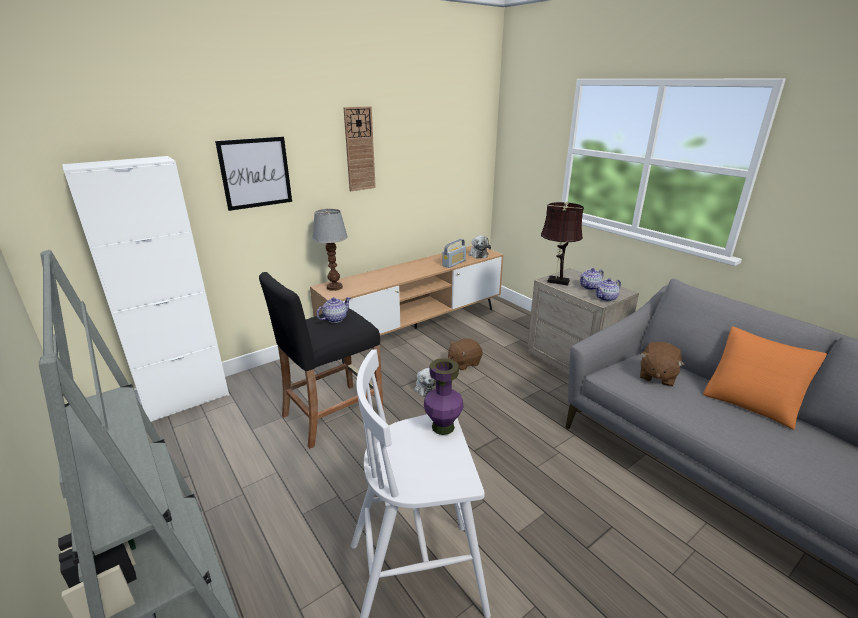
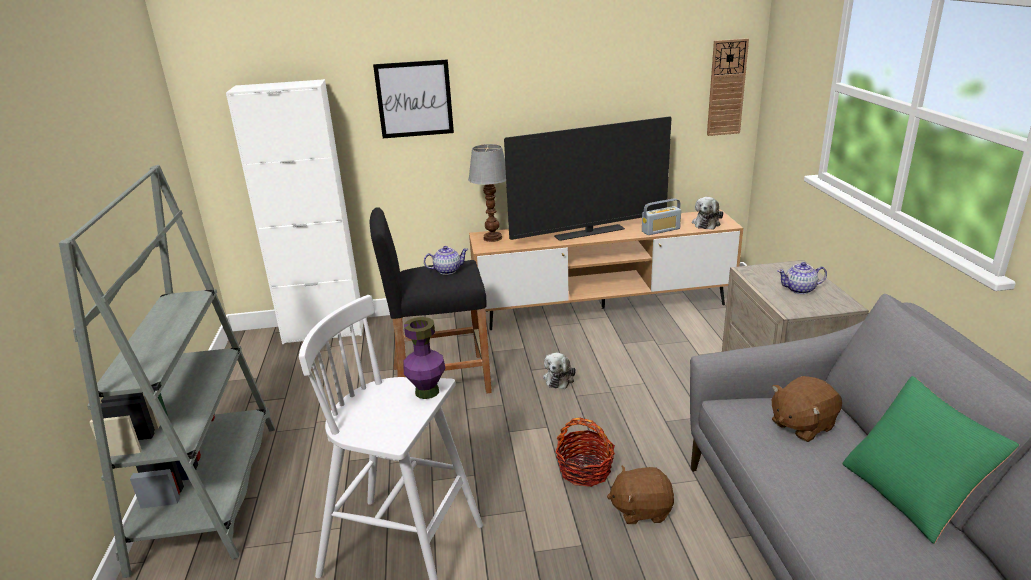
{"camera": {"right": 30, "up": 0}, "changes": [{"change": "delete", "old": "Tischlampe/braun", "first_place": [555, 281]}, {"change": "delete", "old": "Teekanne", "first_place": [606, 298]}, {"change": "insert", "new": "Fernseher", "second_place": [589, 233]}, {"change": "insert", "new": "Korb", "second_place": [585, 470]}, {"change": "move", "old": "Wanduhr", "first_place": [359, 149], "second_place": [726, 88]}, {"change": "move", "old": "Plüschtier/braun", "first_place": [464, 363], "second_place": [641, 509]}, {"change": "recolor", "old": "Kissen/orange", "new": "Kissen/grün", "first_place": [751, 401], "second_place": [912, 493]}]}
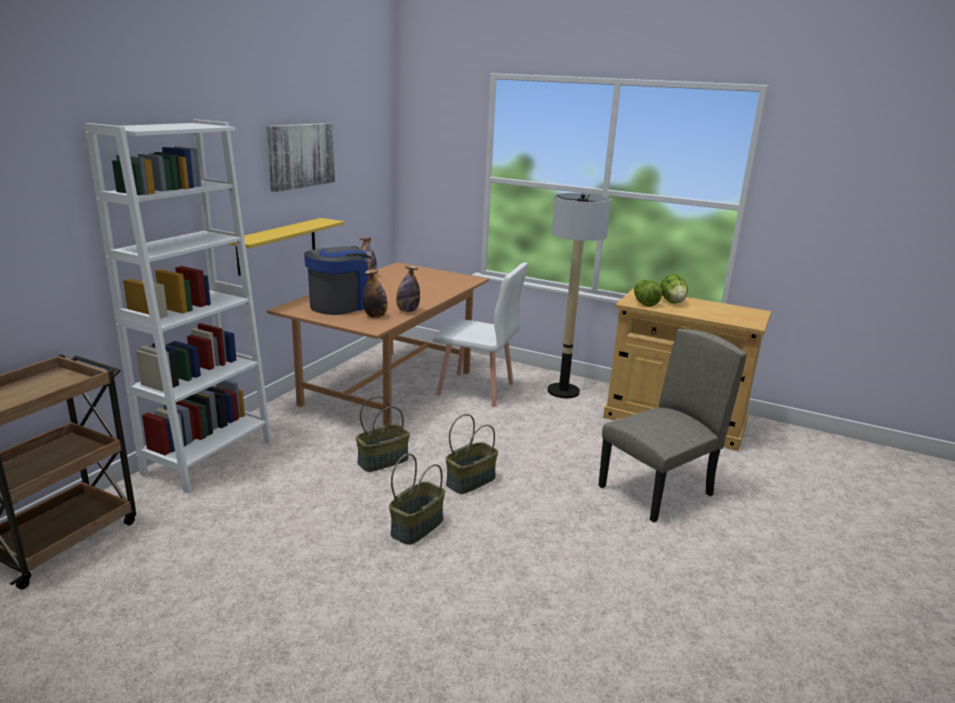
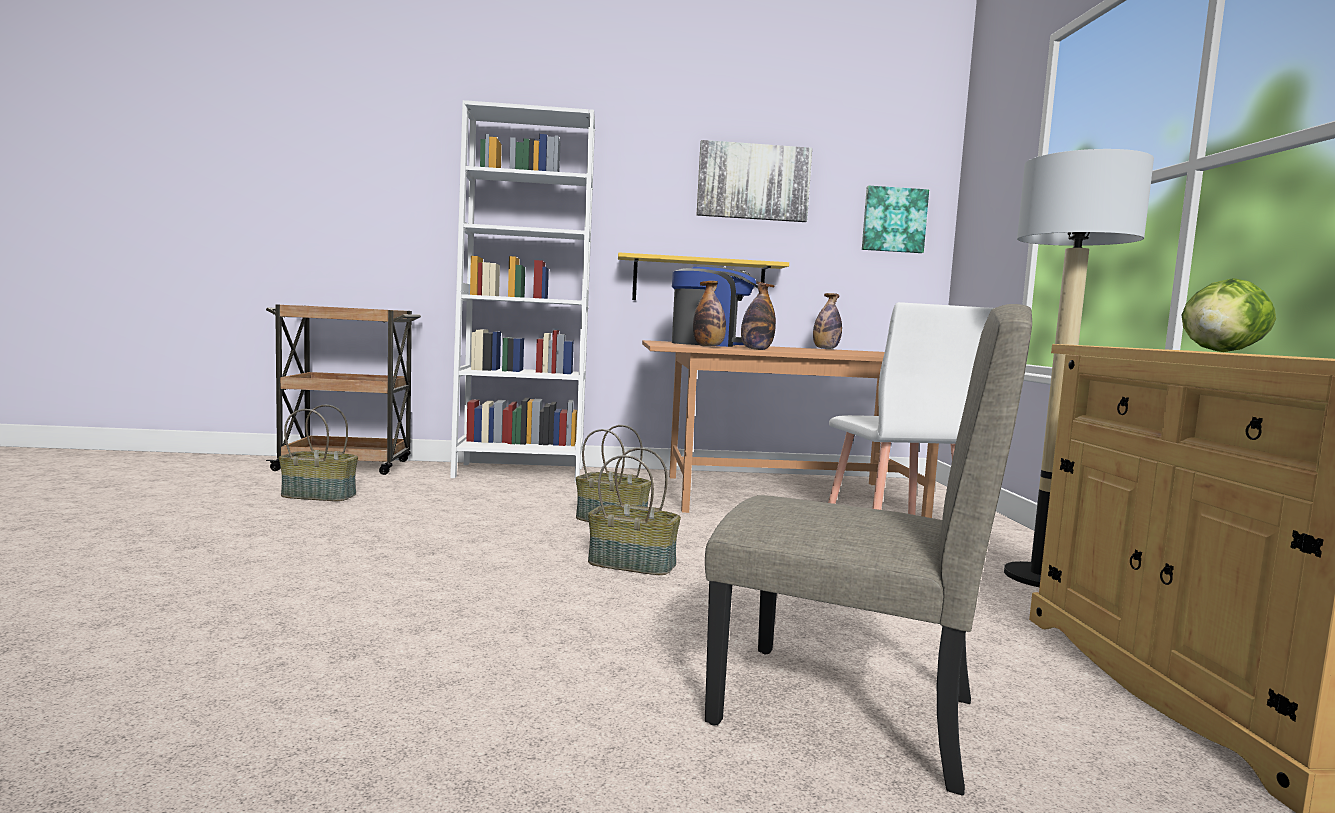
{"camera": {"right": 60, "up": -15}, "changes": [{"change": "delete", "old": "Salatkopf", "first_place": [644, 303]}, {"change": "insert", "new": "Bild", "second_place": [893, 220]}, {"change": "move", "old": "Korb", "first_place": [416, 526], "second_place": [320, 495]}]}
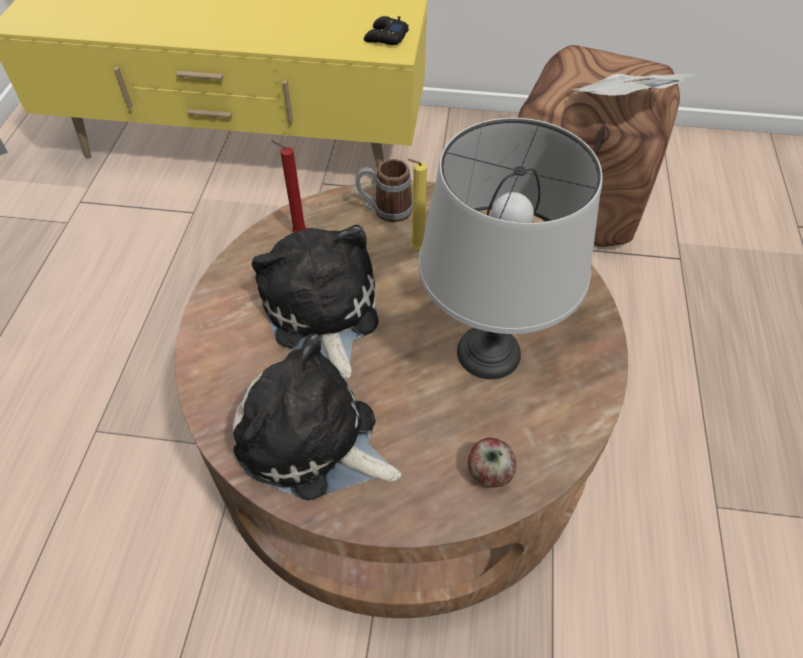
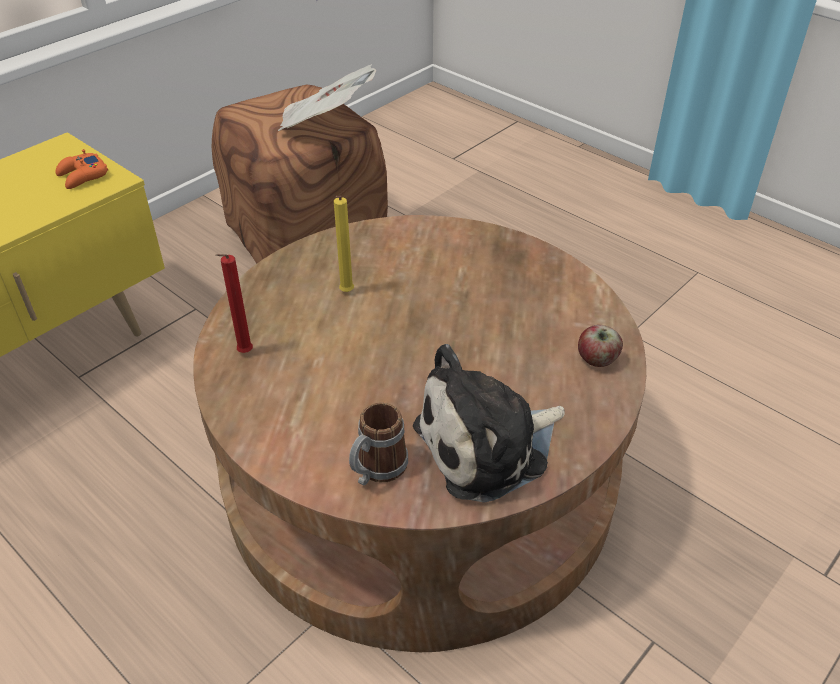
{"camera": {"right": -55, "up": -10}, "changes": [{"change": "delete", "old": "Plüschtier", "first_place": [321, 314]}, {"change": "delete", "old": "Tischlampe/grau", "first_place": [489, 351]}, {"change": "move", "old": "Henkelbecher", "first_place": [385, 210], "second_place": [376, 470]}, {"change": "recolor", "old": "Gamepad/schwarz", "new": "Gamepad/orange", "first_place": [385, 37], "second_place": [82, 176]}]}
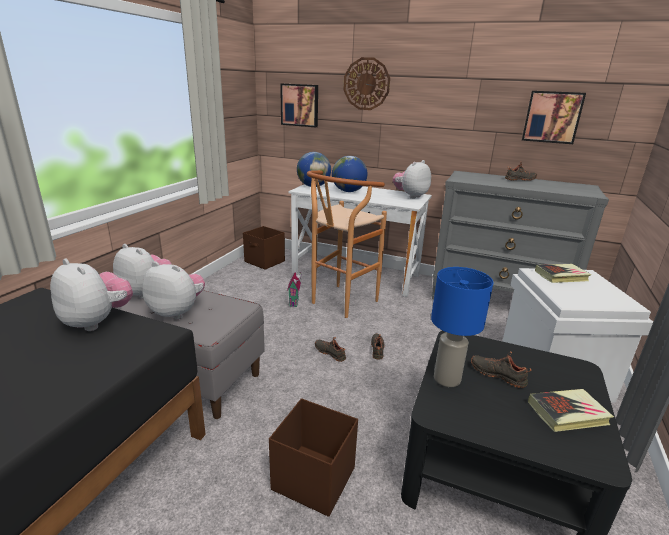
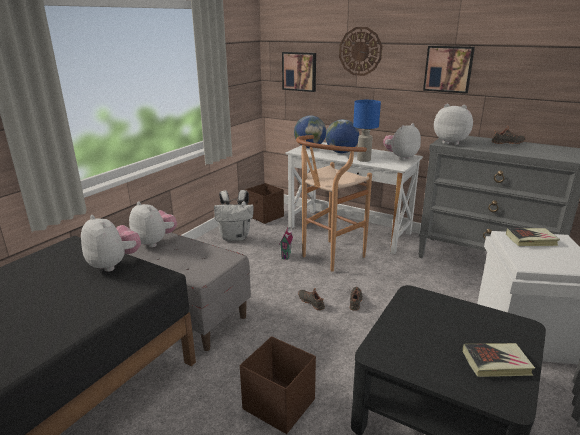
{"camera": {"right": 10, "up": 0}, "changes": [{"change": "delete", "old": "Schuh/schwarz", "first_place": [498, 374]}, {"change": "insert", "new": "Rucksack/weiß", "second_place": [235, 237]}, {"change": "move", "old": "Plüschtier", "first_place": [177, 312], "second_place": [451, 142]}, {"change": "move", "old": "Tischlampe/blau", "first_place": [447, 378], "second_place": [364, 160]}, {"change": "move", "old": "Bild", "first_place": [552, 117], "second_place": [448, 69]}]}
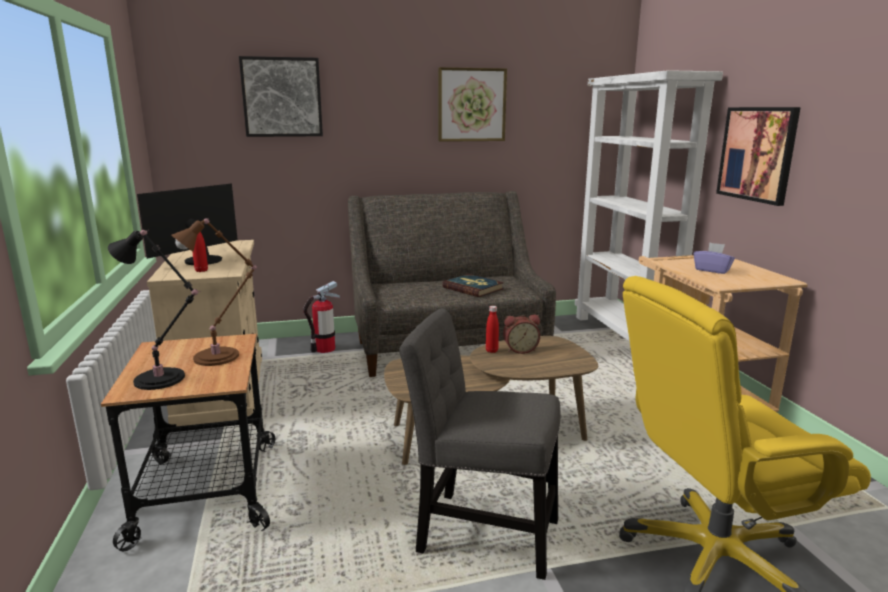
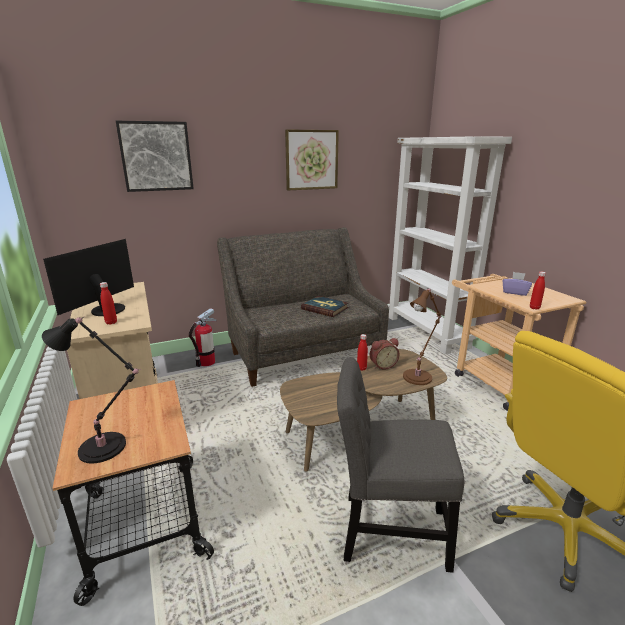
{"camera": {"right": -10, "up": 5}, "changes": [{"change": "delete", "old": "Bild", "first_place": [757, 154]}, {"change": "insert", "new": "Flasche/rot", "second_place": [534, 308]}, {"change": "move", "old": "Tischlampe/braun", "first_place": [220, 356], "second_place": [419, 376]}]}
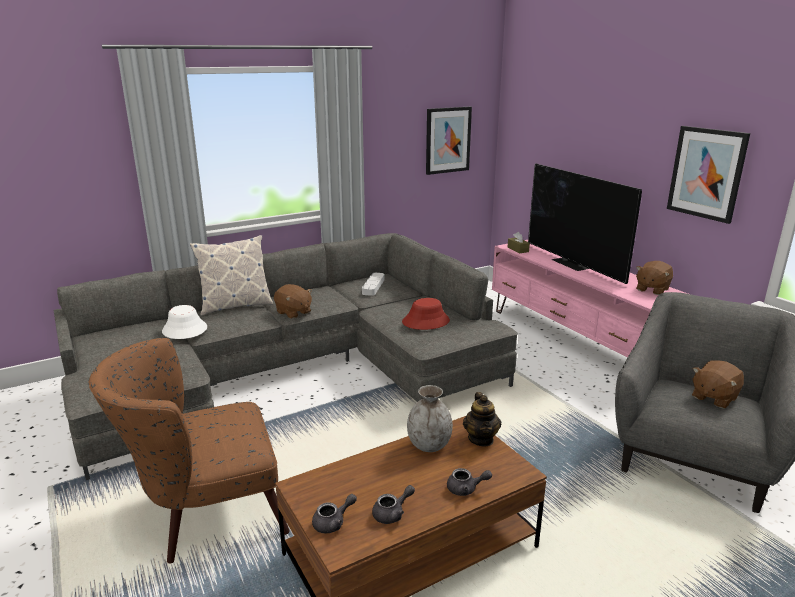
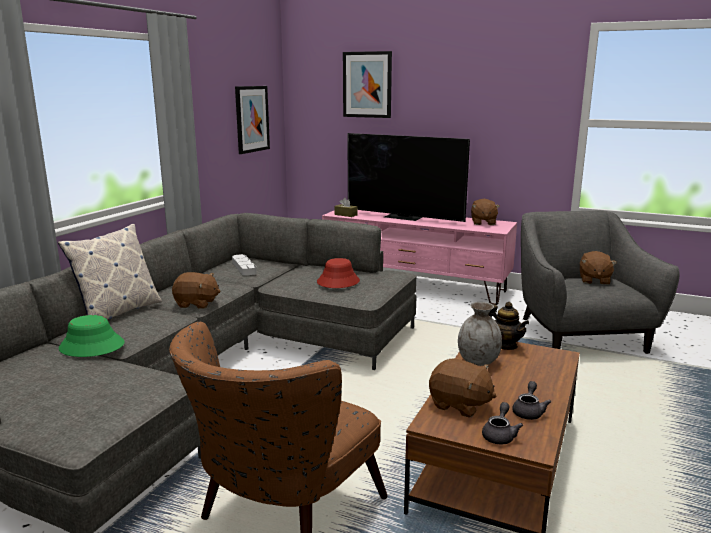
{"camera": {"right": -35, "up": -5}, "changes": [{"change": "delete", "old": "Teekanne/grau", "first_place": [466, 489]}, {"change": "insert", "new": "Plüschtier/braun", "second_place": [460, 405]}, {"change": "move", "old": "Bild", "first_place": [706, 173], "second_place": [367, 84]}, {"change": "recolor", "old": "Hut/weiß", "new": "Hut/grün", "first_place": [184, 330], "second_place": [91, 346]}]}
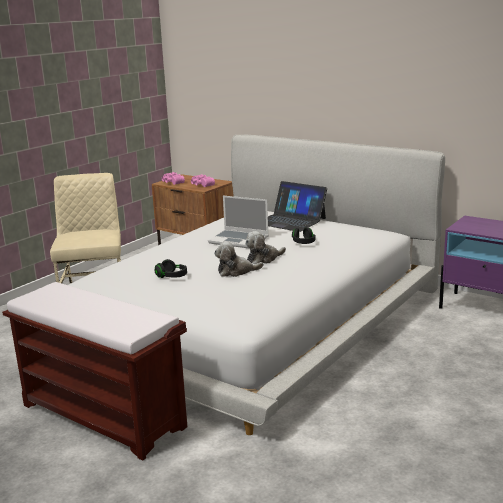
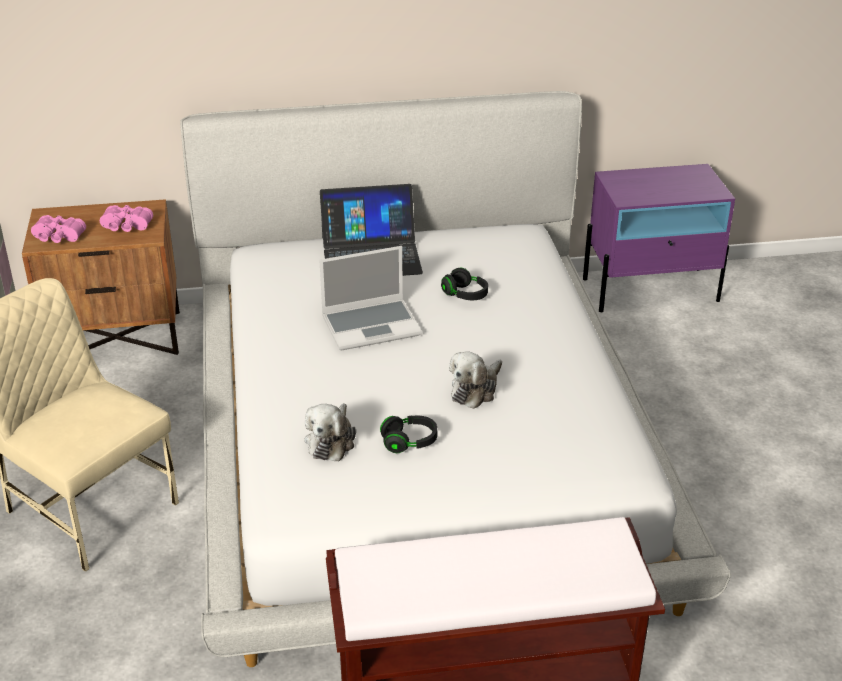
{"camera": {"right": -45, "up": 15}, "changes": [{"change": "move", "old": "Plüschtier", "first_place": [263, 259], "second_place": [331, 441]}]}
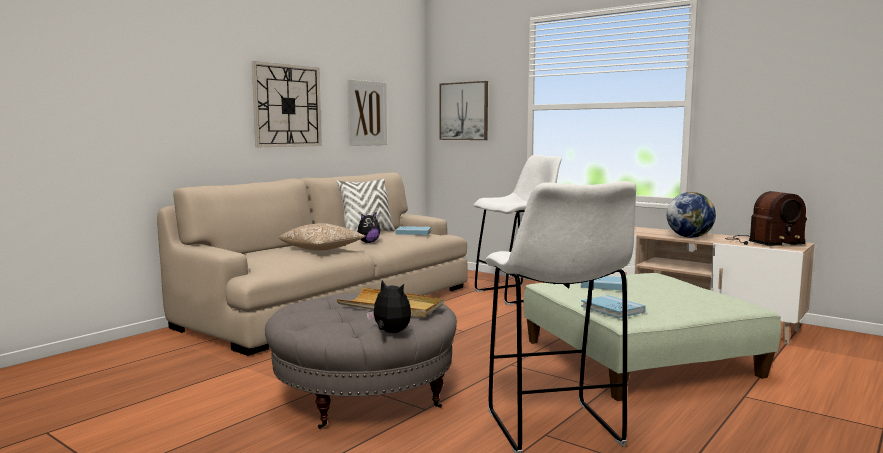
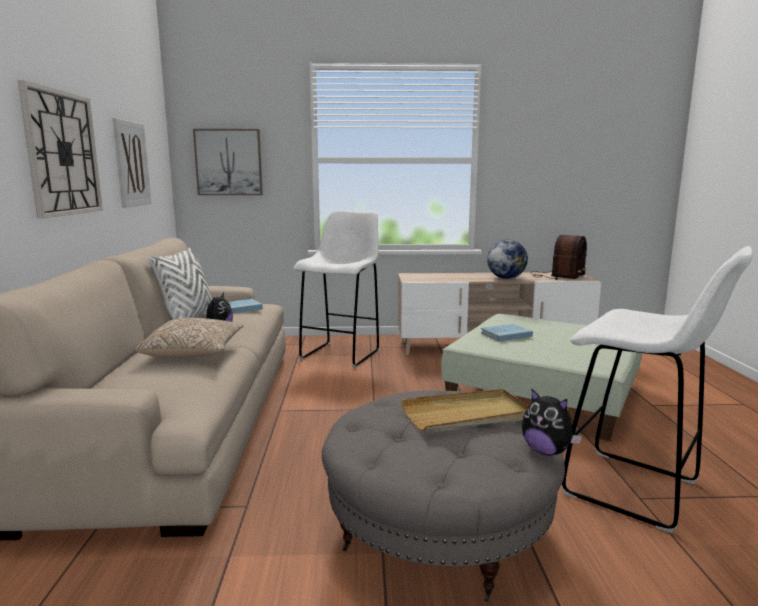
{"camera": {"right": -40, "up": 5}, "changes": [{"change": "delete", "old": "Buch/blau", "first_place": [612, 309]}, {"change": "rotate", "old": "Plüschtier", "first_place": [390, 333], "second_place": [546, 451], "degrees": -135}]}
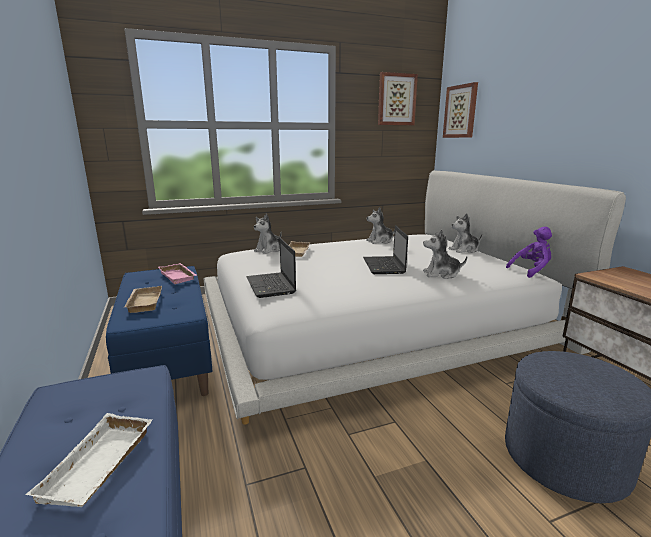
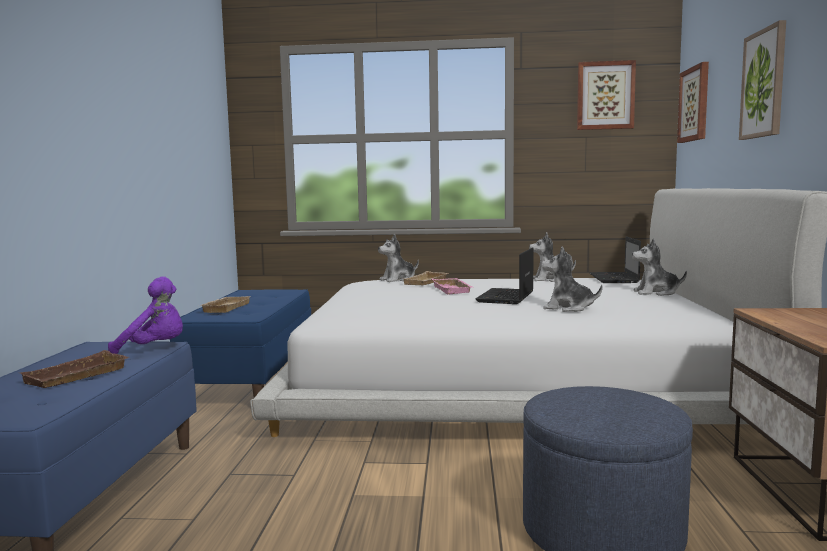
{"camera": {"right": 25, "up": -10}, "changes": [{"change": "insert", "new": "Bild", "second_place": [764, 84]}, {"change": "move", "old": "Tablett/rosa", "first_place": [179, 276], "second_place": [453, 290]}, {"change": "move", "old": "Laptop", "first_place": [271, 286], "second_place": [614, 279]}, {"change": "move", "old": "Plüschtier/lila", "first_place": [531, 270], "second_place": [155, 349]}, {"change": "recolor", "old": "Tablett/weiß", "new": "Tablett/braun", "first_place": [100, 466], "second_place": [77, 377]}]}
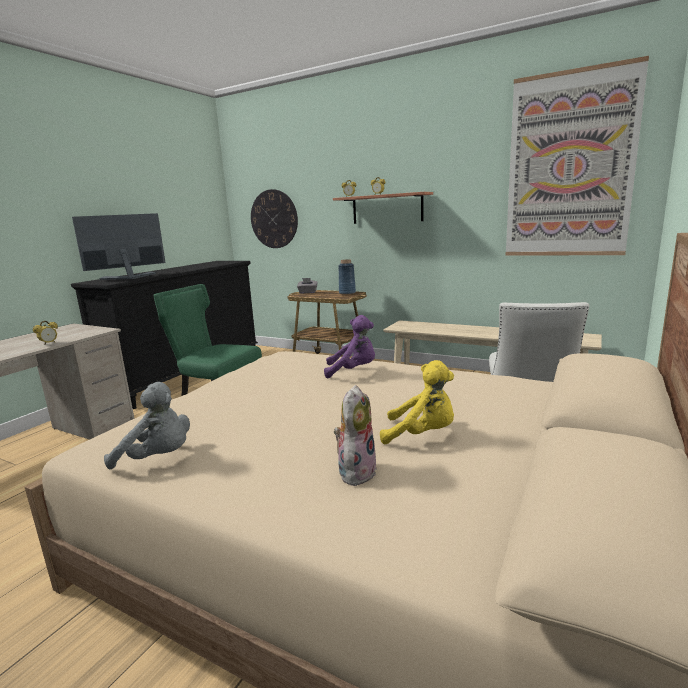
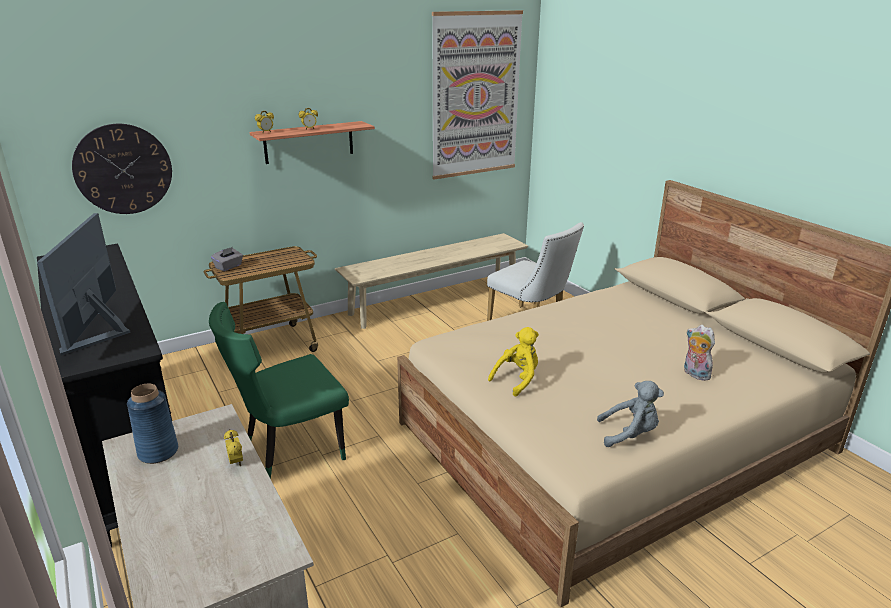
{"camera": {"right": -60, "up": 10}, "changes": [{"change": "delete", "old": "Plüschtier/lila", "first_place": [353, 371]}, {"change": "move", "old": "Vase/blau", "first_place": [347, 293], "second_place": [158, 452]}, {"change": "move", "old": "Plüschtier/gelb", "first_place": [422, 435], "second_place": [517, 379]}, {"change": "rotate", "old": "Plüschtier/grau", "first_place": [158, 458], "second_place": [630, 434], "degrees": 45}]}
